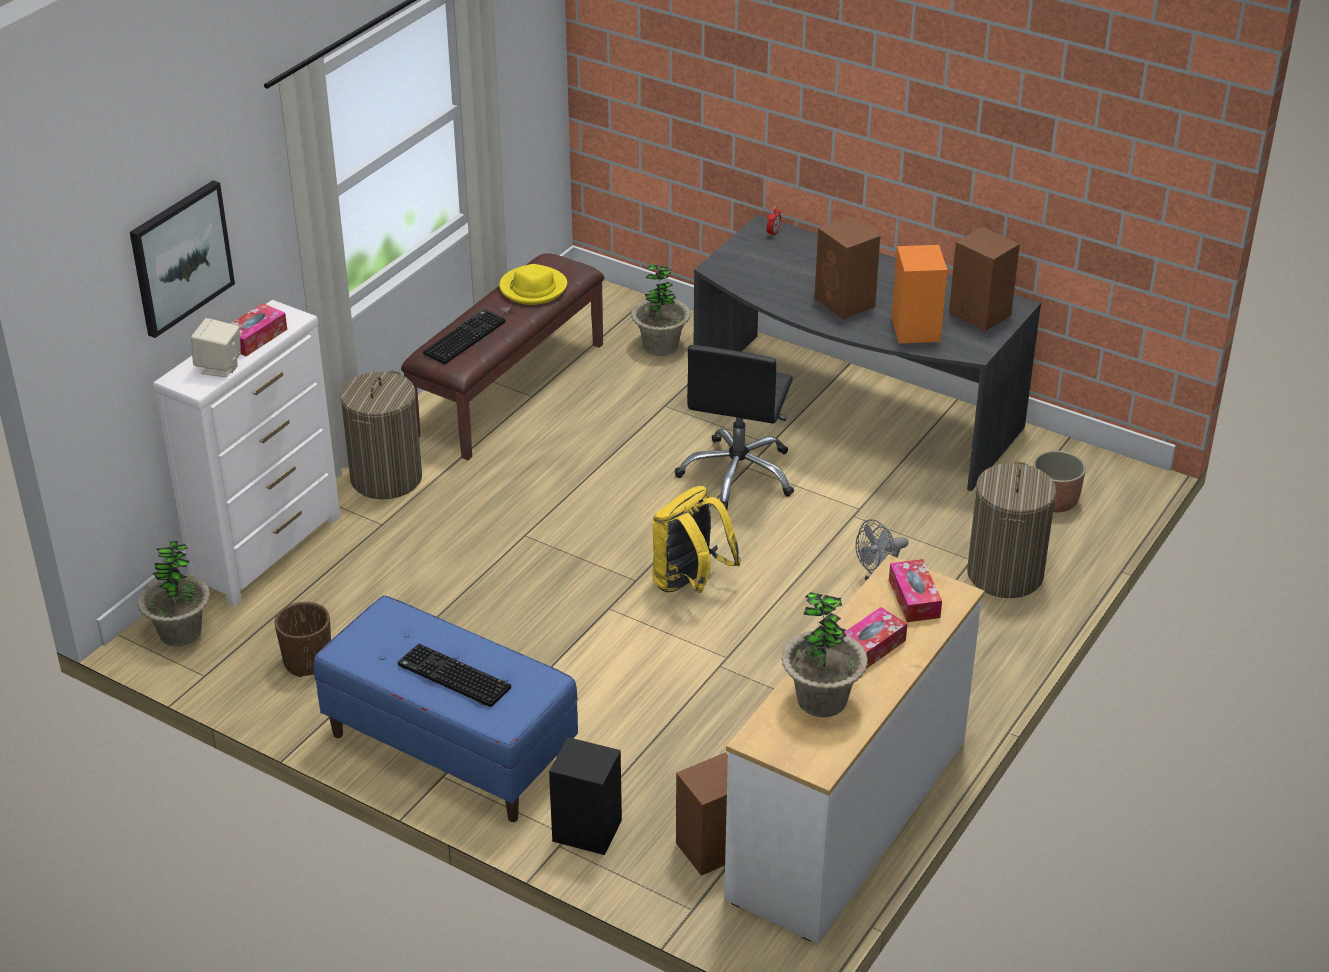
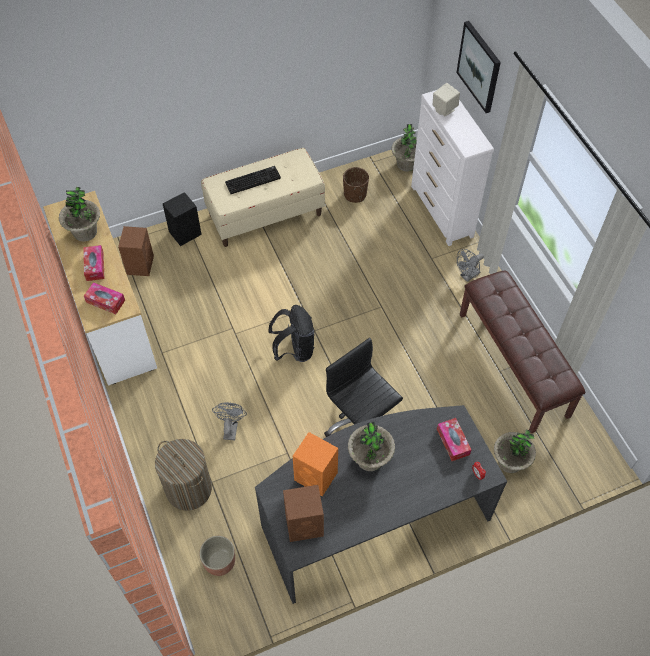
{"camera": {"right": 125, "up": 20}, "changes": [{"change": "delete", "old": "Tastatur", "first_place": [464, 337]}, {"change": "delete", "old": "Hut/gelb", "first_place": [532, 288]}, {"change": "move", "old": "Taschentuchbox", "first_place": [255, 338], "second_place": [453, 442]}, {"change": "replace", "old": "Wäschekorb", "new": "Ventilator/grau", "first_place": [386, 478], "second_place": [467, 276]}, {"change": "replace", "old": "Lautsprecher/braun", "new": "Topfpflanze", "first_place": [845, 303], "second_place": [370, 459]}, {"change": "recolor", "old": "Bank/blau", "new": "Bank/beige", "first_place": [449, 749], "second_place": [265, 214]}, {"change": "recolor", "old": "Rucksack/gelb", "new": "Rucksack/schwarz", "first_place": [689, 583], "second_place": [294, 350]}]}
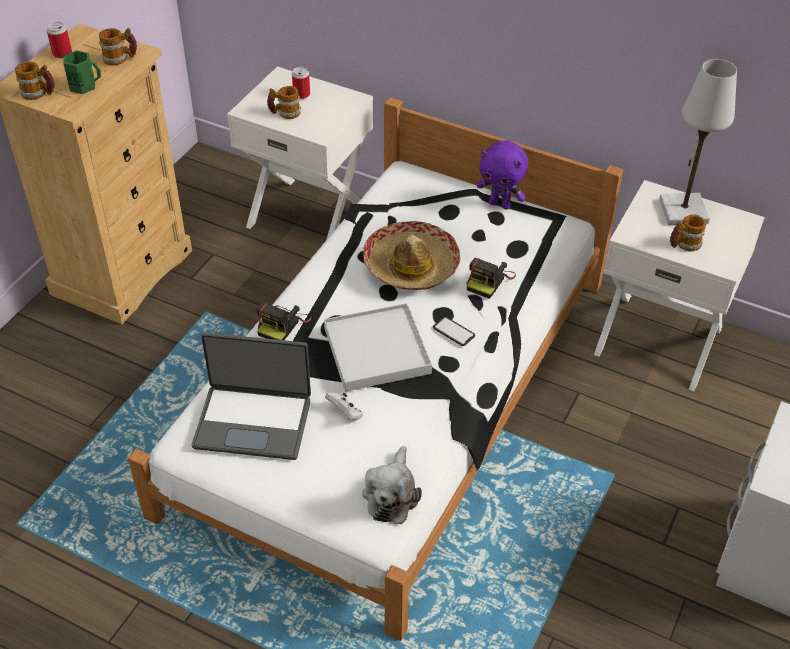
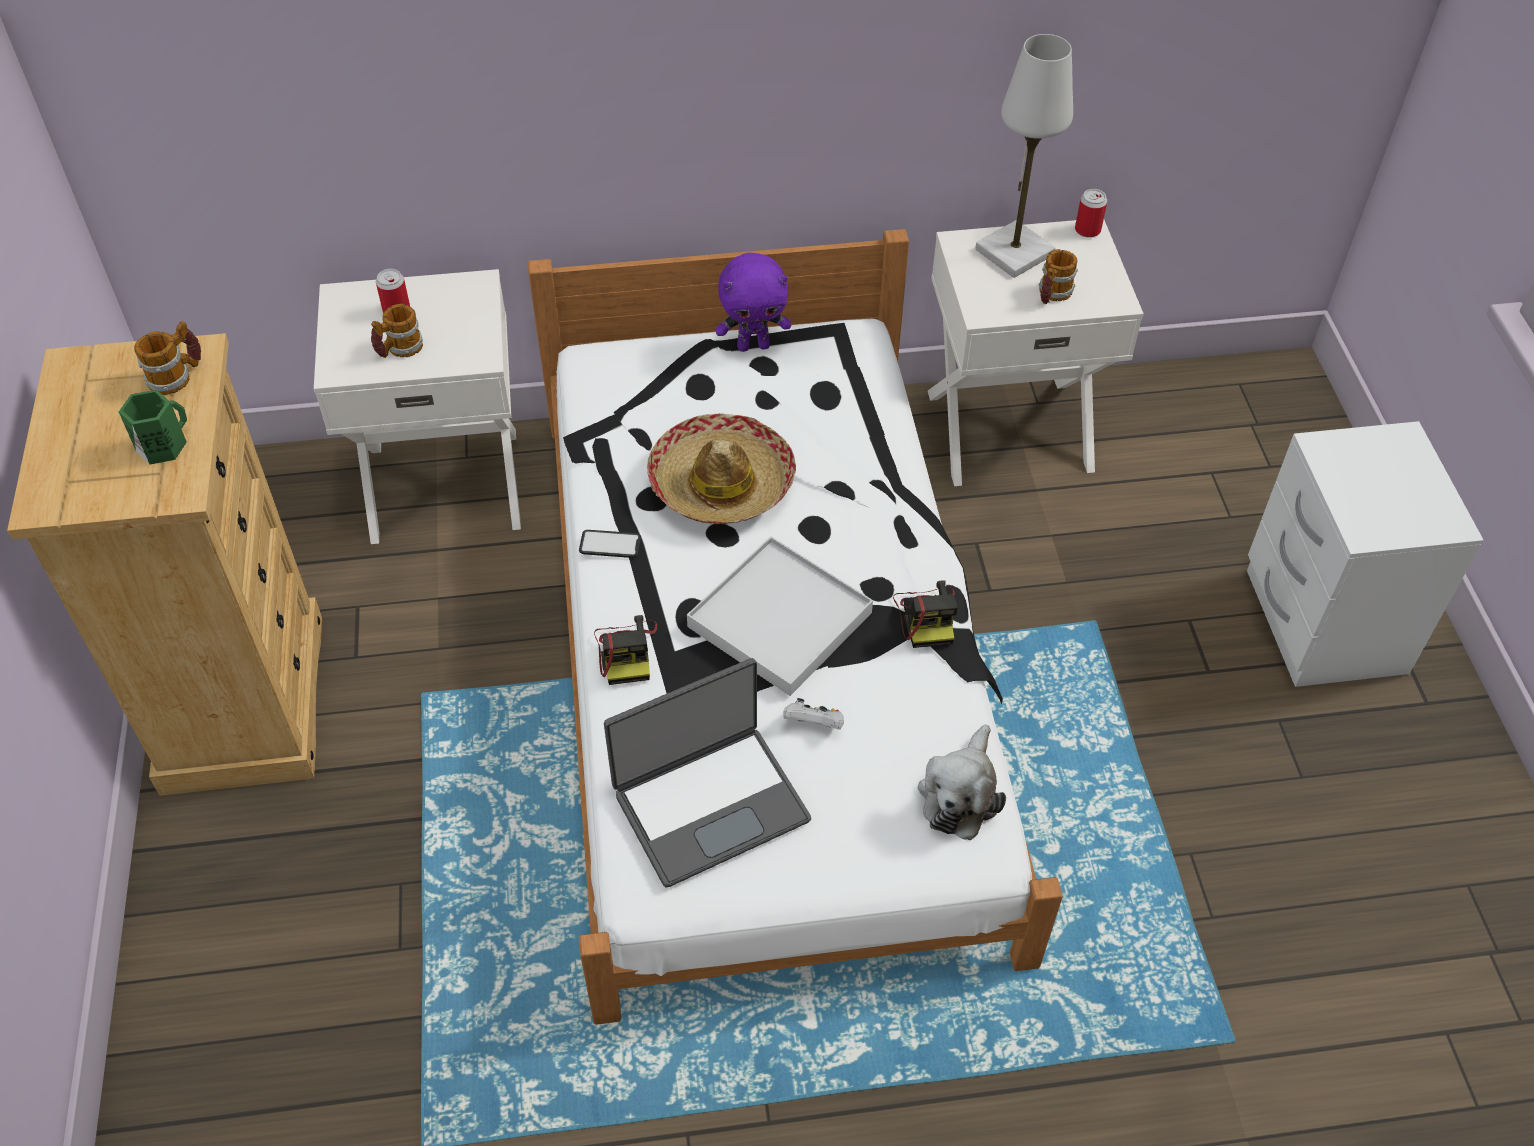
{"camera": {"right": -35, "up": 5}, "changes": [{"change": "delete", "old": "Henkelbecher", "first_place": [38, 93]}, {"change": "move", "old": "Dose", "first_place": [62, 53], "second_place": [1087, 230]}, {"change": "move", "old": "Handy", "first_place": [454, 332], "second_place": [610, 544]}, {"change": "move", "old": "Kamera", "first_place": [489, 280], "second_place": [927, 616]}, {"change": "rotate", "old": "Plüschtier", "first_place": [391, 495], "second_place": [960, 794], "degrees": 45}]}
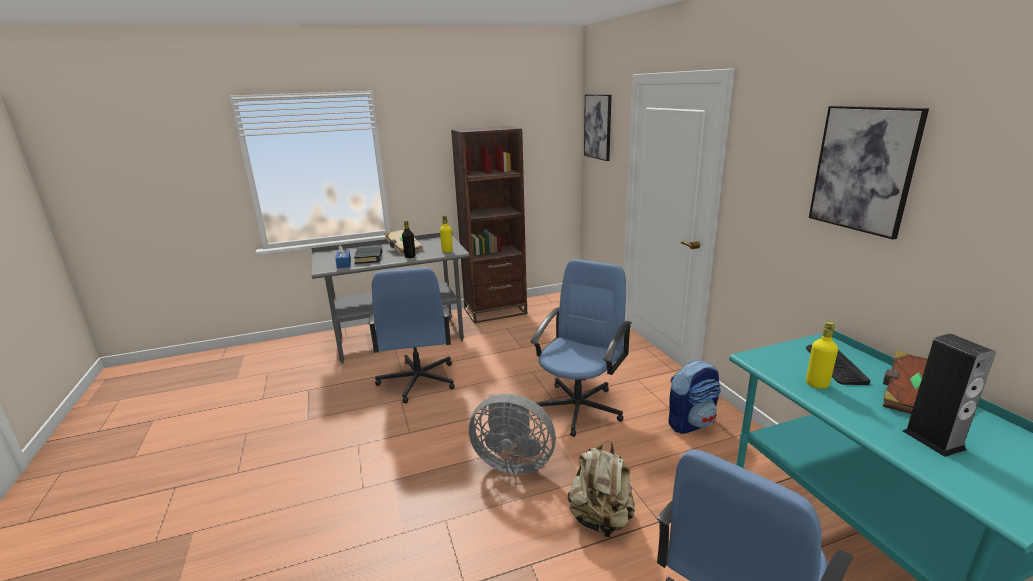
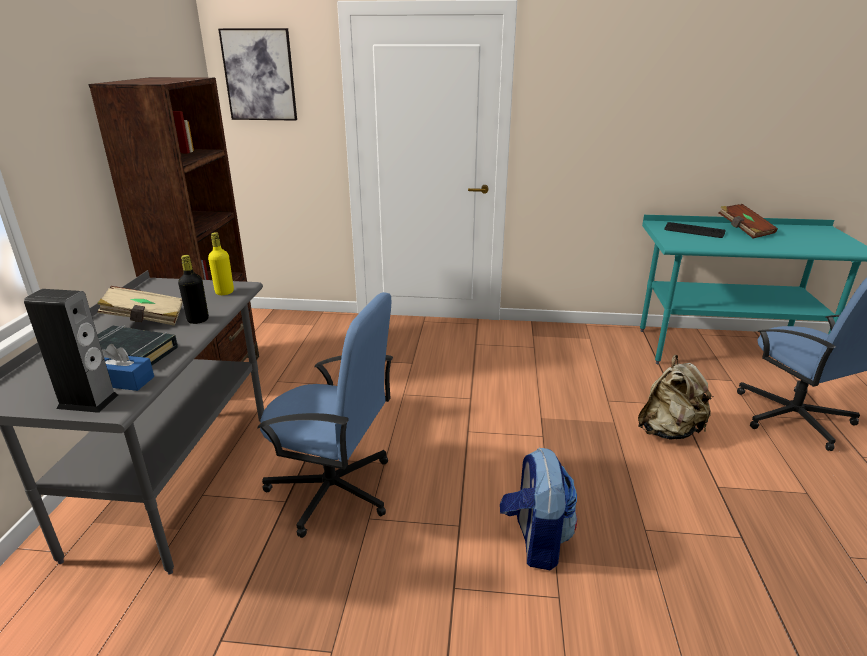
{"camera": {"right": -65, "up": 5}, "changes": [{"change": "delete", "old": "Ventilator/grau", "first_place": [512, 461]}, {"change": "delete", "old": "Bürostuhl/blau", "first_place": [579, 407]}, {"change": "delete", "old": "Flasche/gelb", "first_place": [817, 384]}, {"change": "delete", "old": "Bild", "first_place": [863, 169]}, {"change": "move", "old": "Rucksack", "first_place": [691, 423], "second_place": [535, 540]}, {"change": "move", "old": "Lautsprecher", "first_place": [933, 440], "second_place": [88, 401]}]}
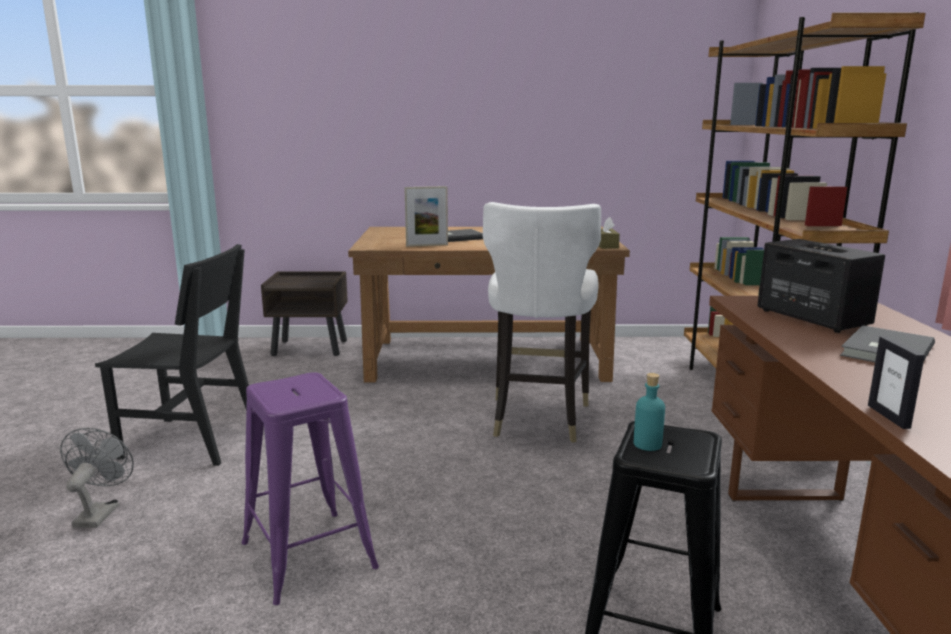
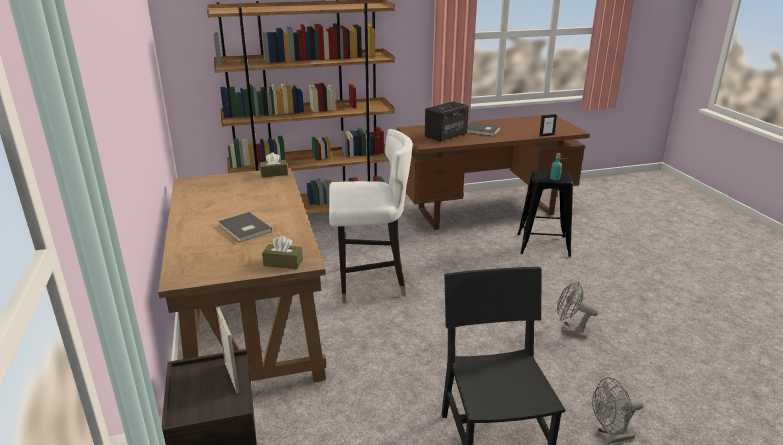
{"camera": {"right": -105, "up": 10}, "changes": [{"change": "insert", "new": "Taschentuchbox/braun", "second_place": [283, 263]}, {"change": "move", "old": "Bilderrahmen", "first_place": [427, 245], "second_place": [231, 377]}, {"change": "replace", "old": "Hocker/lila", "new": "Ventilator/grau", "first_place": [308, 555], "second_place": [570, 330]}]}
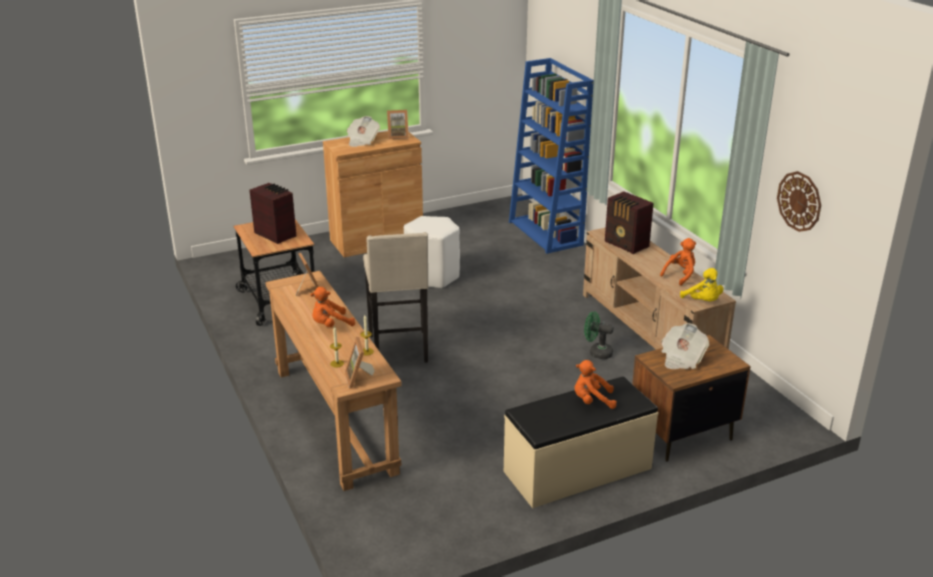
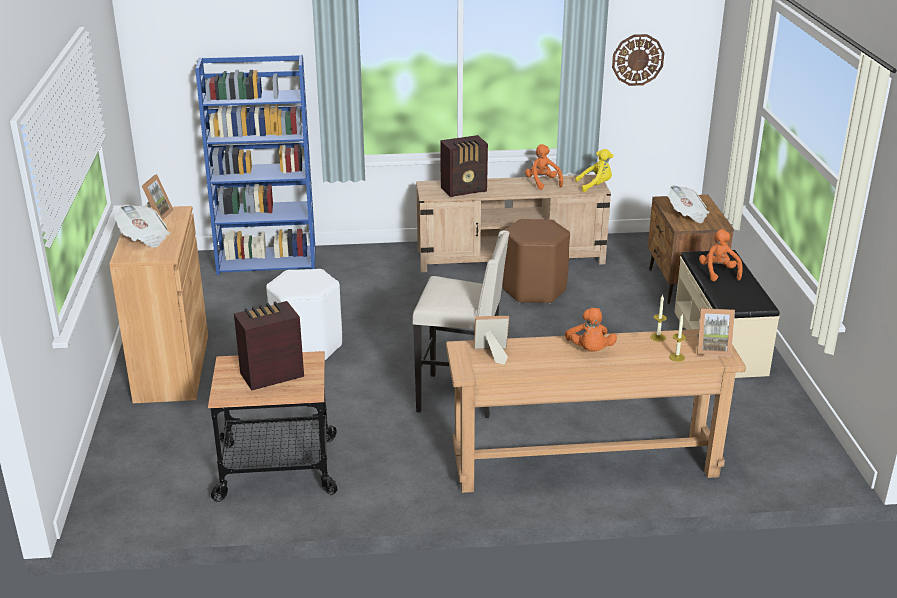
{"camera": {"right": -70, "up": 0}, "changes": [{"change": "replace", "old": "Ventilator/grün", "new": "Hocker/braun", "first_place": [597, 353], "second_place": [534, 290]}, {"change": "rotate", "old": "Plüschtier/orange", "first_place": [592, 401], "second_place": [718, 272], "degrees": 150}]}
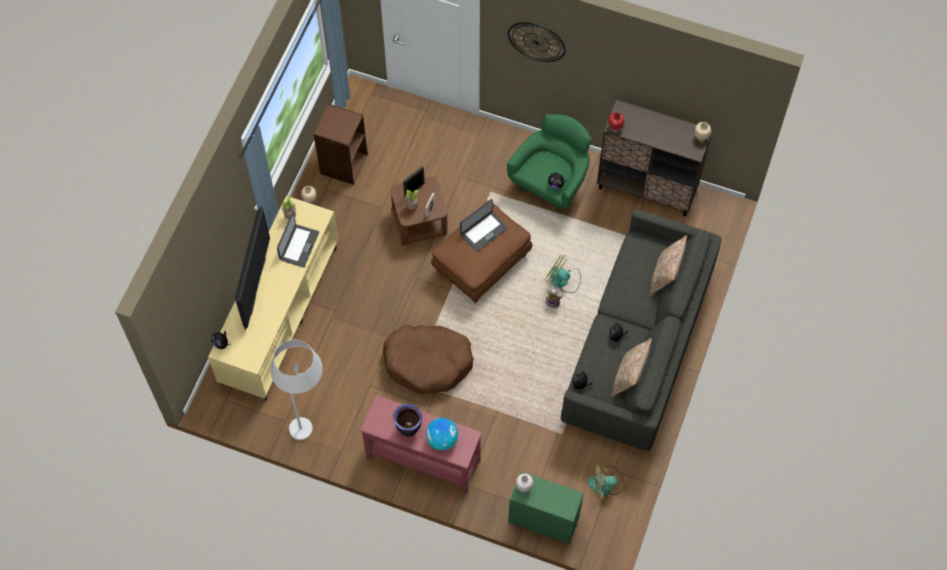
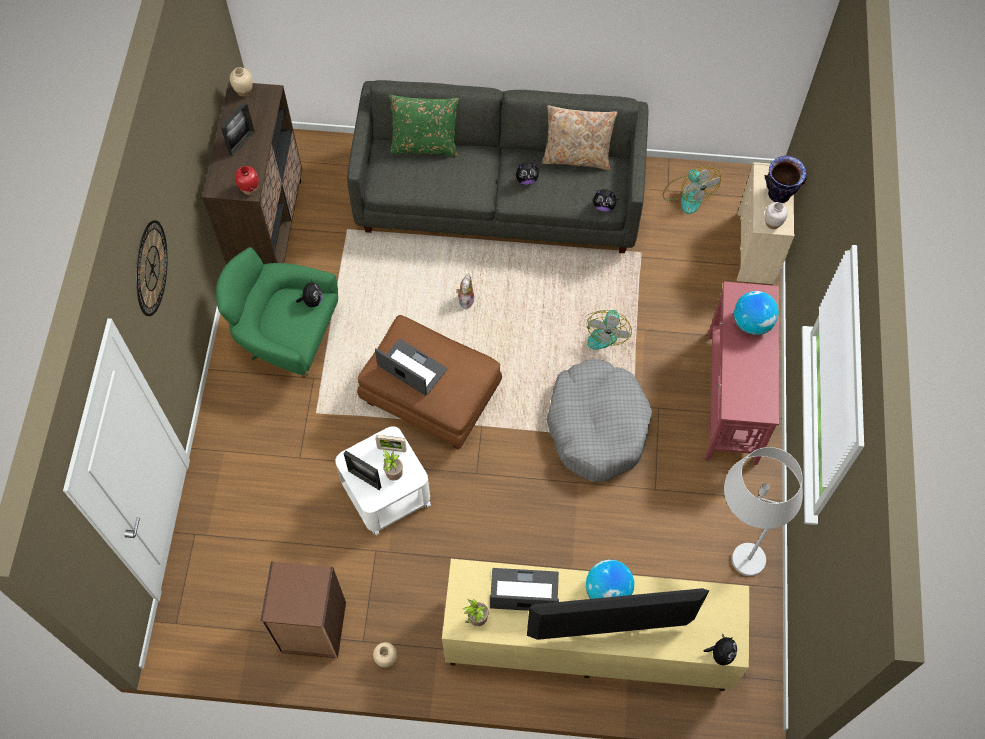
{"camera": {"right": -105, "up": 0}, "changes": [{"change": "insert", "new": "Bilderrahmen", "second_place": [242, 143]}, {"change": "insert", "new": "Globus", "second_place": [608, 591]}, {"change": "move", "old": "Vase", "first_place": [408, 428], "second_place": [779, 195]}, {"change": "move", "old": "Ventilator", "first_place": [563, 280], "second_place": [604, 332]}, {"change": "recolor", "old": "Hundebett/braun", "new": "Hundebett/grau", "first_place": [428, 362], "second_place": [597, 426]}, {"change": "recolor", "old": "Beistelltisch/braun", "new": "Beistelltisch/weiß", "first_place": [420, 221], "second_place": [386, 492]}, {"change": "recolor", "old": "Kommode/grün", "new": "Kommode/beige", "first_place": [542, 519], "second_place": [756, 249]}, {"change": "recolor", "old": "Kissen/beige", "new": "Kissen/grün", "first_place": [665, 276], "second_place": [425, 145]}]}
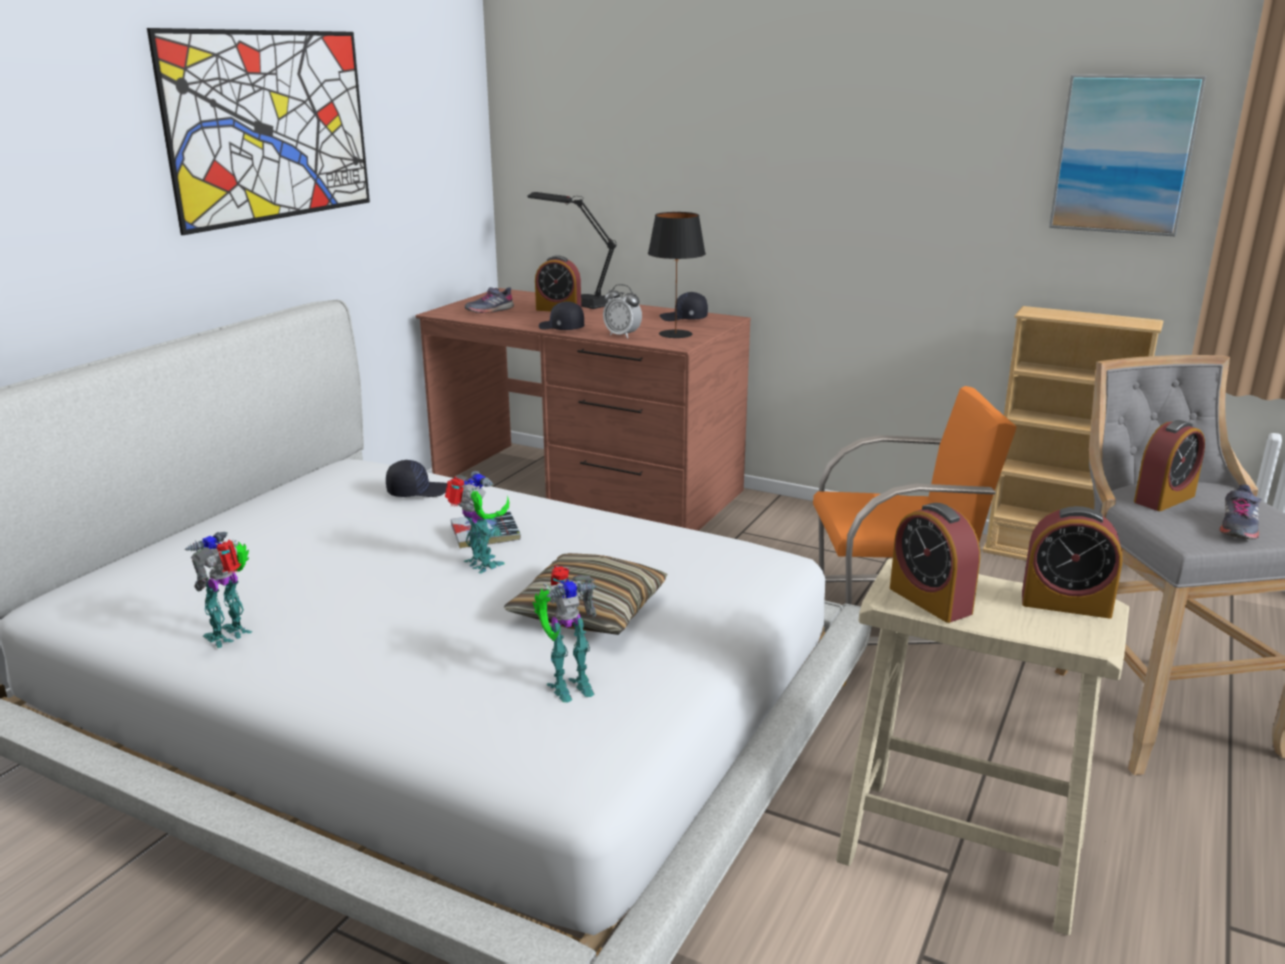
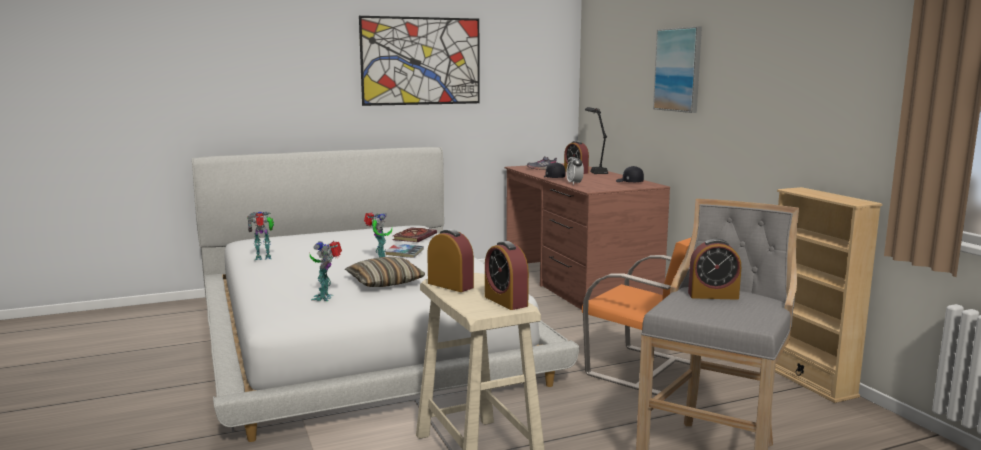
{"camera": {"right": 40, "up": -10}, "changes": [{"change": "delete", "old": "Tischlampe/schwarz", "first_place": [675, 334]}, {"change": "delete", "old": "Schuh/grau", "first_place": [1237, 528]}, {"change": "move", "old": "Bild", "first_place": [1124, 154], "second_place": [678, 70]}, {"change": "replace", "old": "Kappe/schwarz", "new": "Buch", "first_place": [417, 491], "second_place": [414, 237]}, {"change": "rotate", "old": "Spielzeugroboter", "first_place": [568, 685], "second_place": [325, 297], "degrees": 75}, {"change": "rotate", "old": "Wecker", "first_place": [930, 600], "second_place": [450, 285], "degrees": 120}]}
